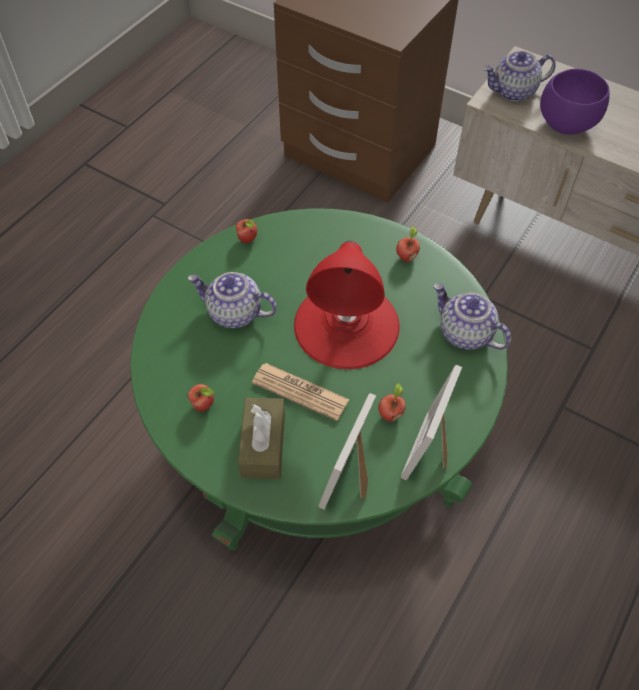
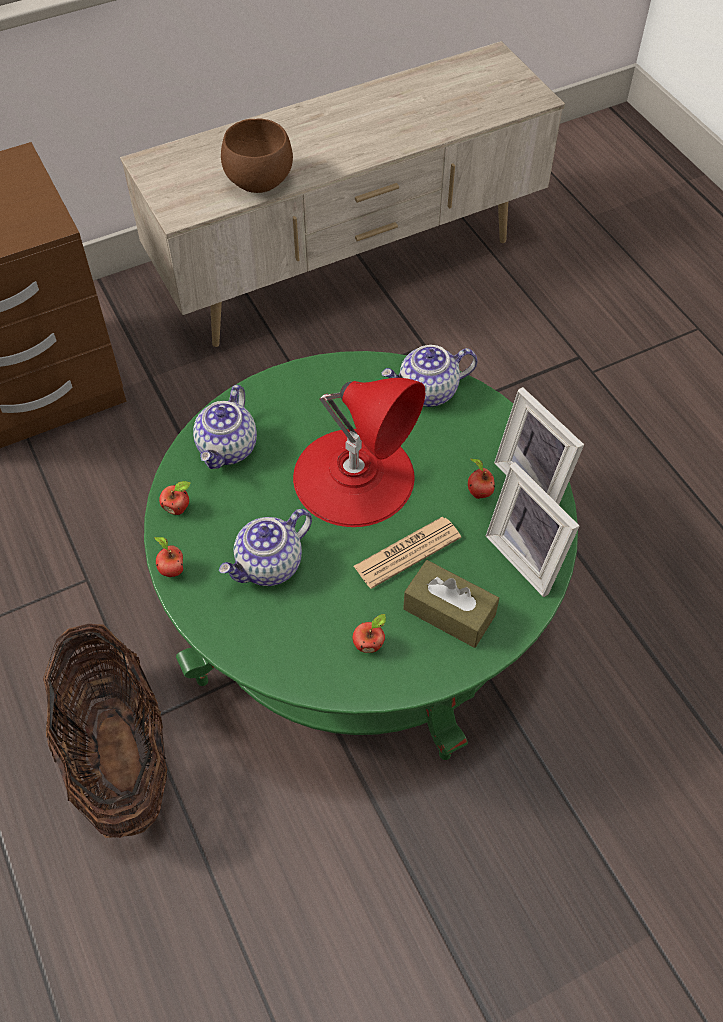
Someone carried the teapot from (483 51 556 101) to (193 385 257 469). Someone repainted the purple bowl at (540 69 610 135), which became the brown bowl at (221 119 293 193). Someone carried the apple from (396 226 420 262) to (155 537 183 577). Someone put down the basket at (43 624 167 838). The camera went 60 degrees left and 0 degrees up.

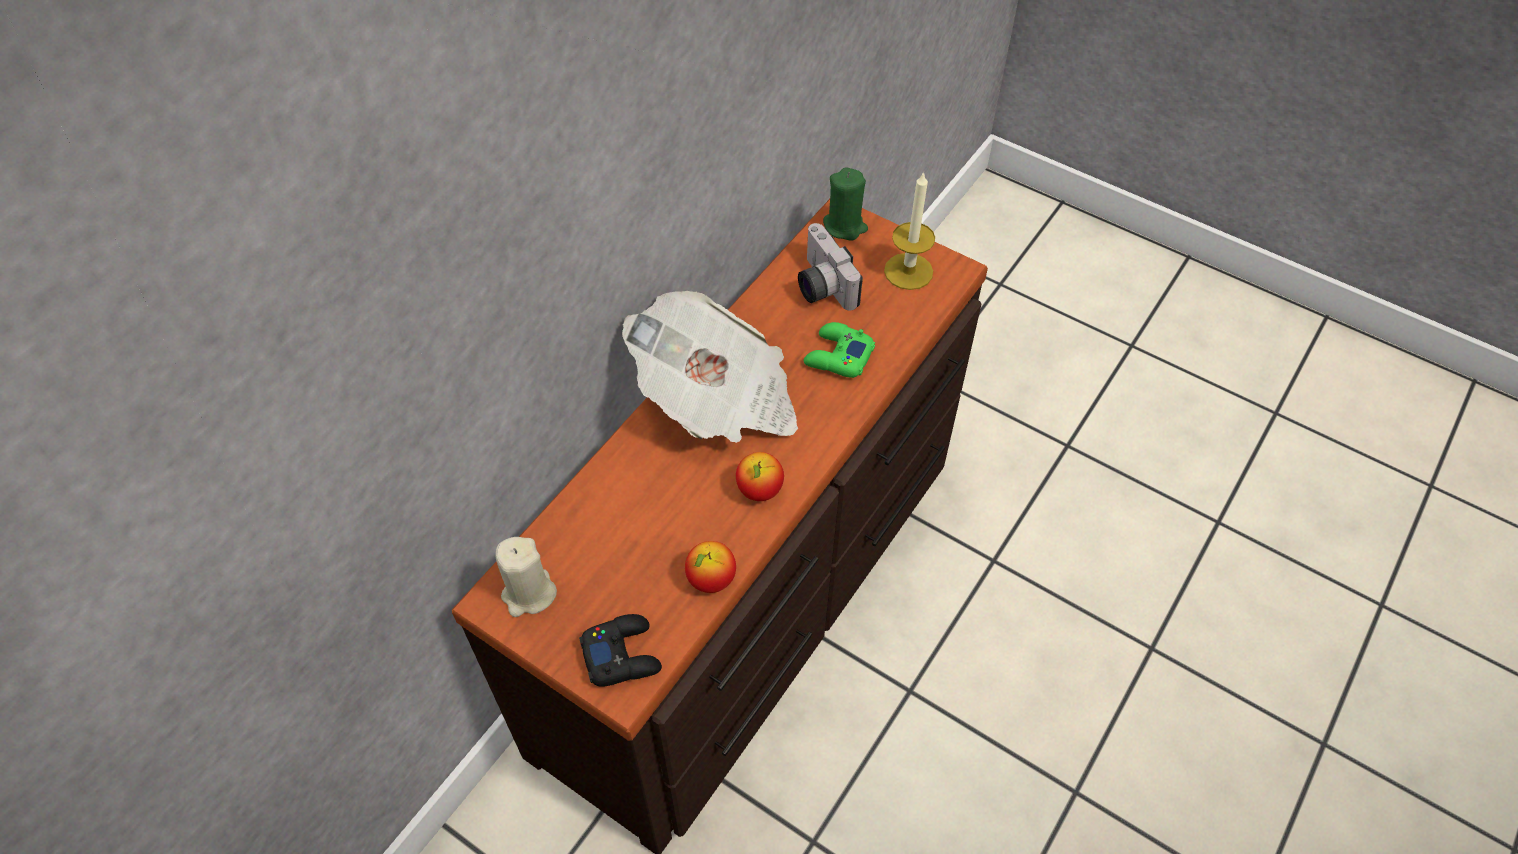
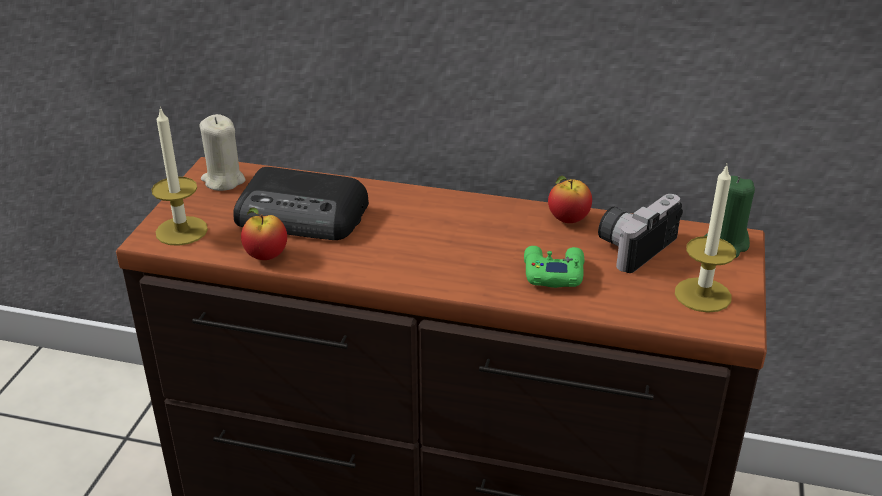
Someone took away the newspaper at (622 291 798 443). Someone carried the apple from (736 452 784 501) to (548 176 592 223). Someone swapped the black game controller at (579 614 662 687) for the candle at (152 106 208 246). Someone put down the radio at (233 167 369 240). The camera went 70 degrees right and 20 degrees down.

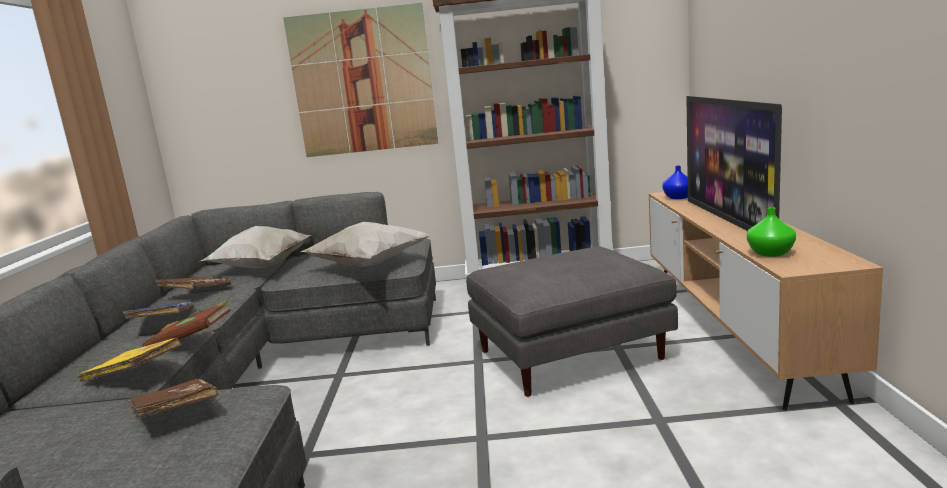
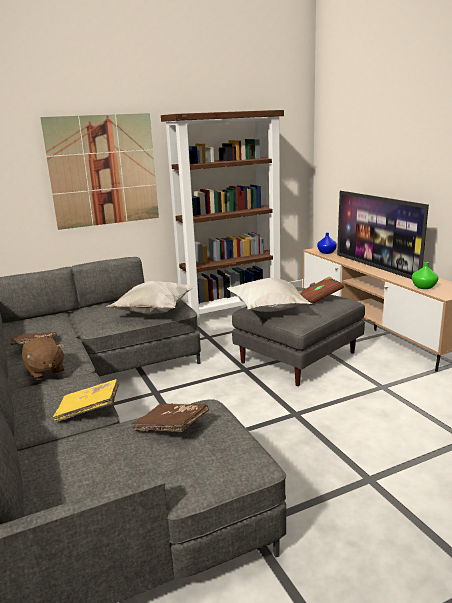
Someone carried the white pillow from (201 226 311 268) to (227 278 312 312). Someone swapped the blue book at (123 301 194 319) for the brown plush toy at (22 337 65 380). Someone carried the brown book from (142 301 231 347) to (299 277 344 305). The camera went 25 degrees left and 5 degrees up.

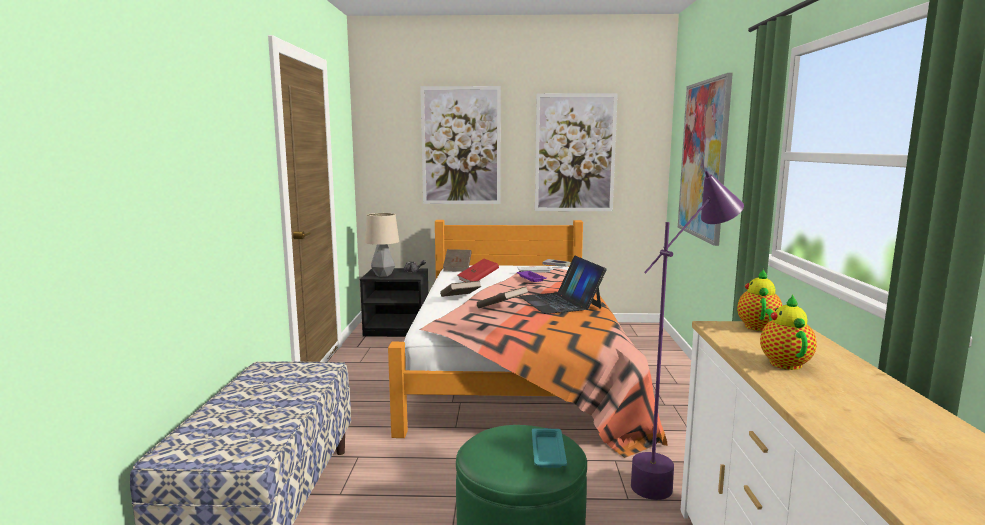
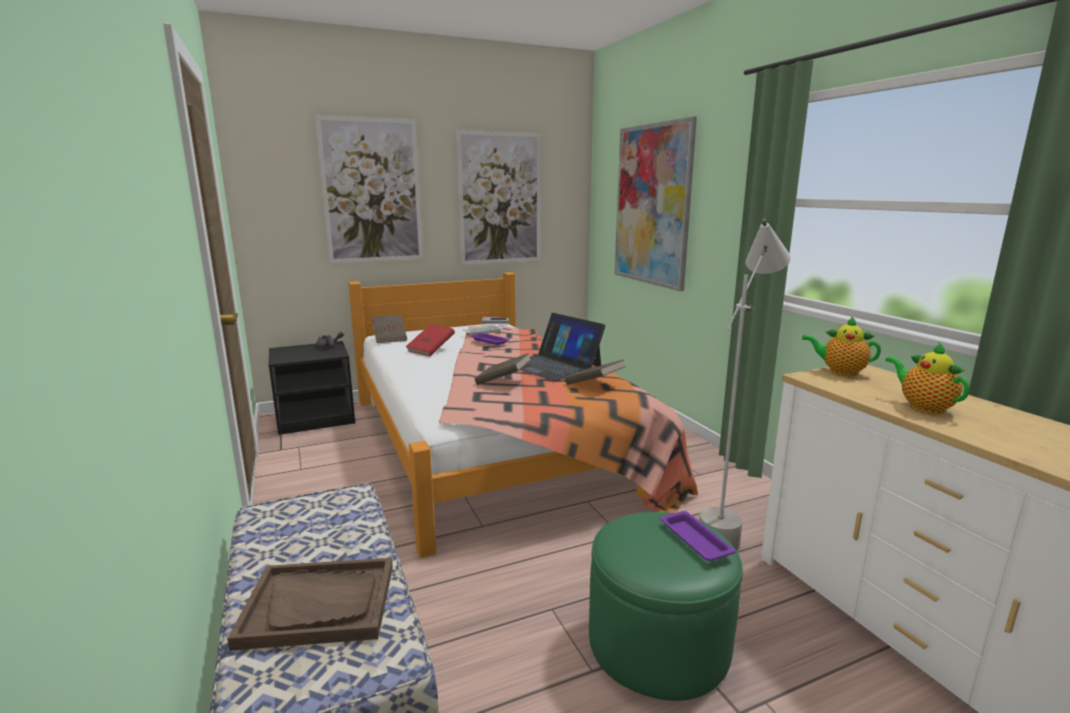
Someone repainted the purple floor lamp at (631 171 744 500), which became the grey floor lamp at (699 219 791 551). Someone took away the table lamp at (365 213 399 277). Someone rotated the teapot at (737 269 783 331) by 60 degrees counterclockwise. Someone carried the brown book from (440 281 481 297) to (565 359 626 385). Someone repainted the turquoise tray at (532 428 567 468), which became the purple tray at (660 511 736 561). Someone put down the brown tray at (227 558 393 651). The camera went 25 degrees left and 5 degrees up.

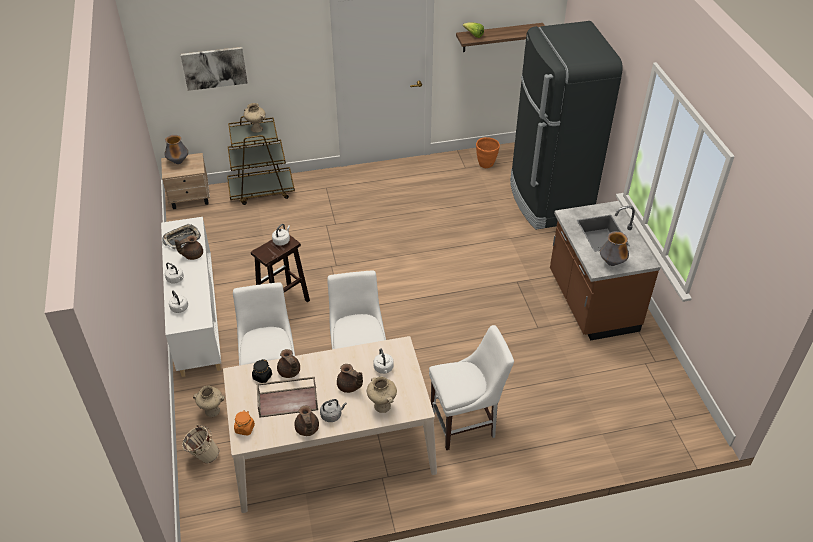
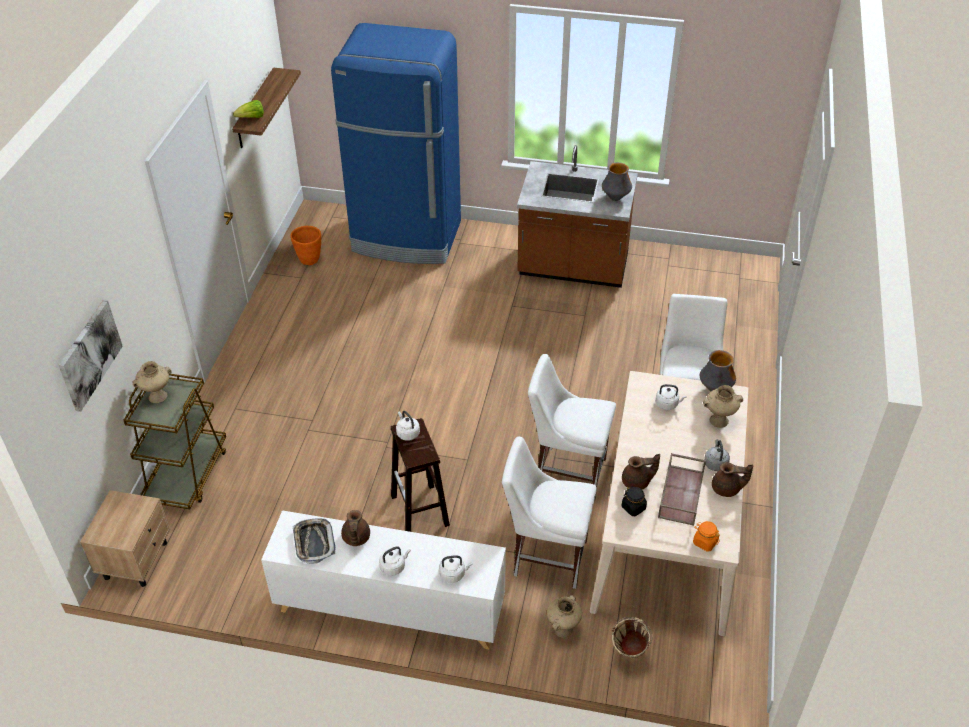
Someone repainted the black fridge at (510 21 623 230), which became the blue fridge at (331 23 461 264). Someone carried the vase from (164 135 188 164) to (700 350 736 391). Someone took away the brown teapot at (337 364 363 393). The camera went 65 degrees left and 0 degrees up.

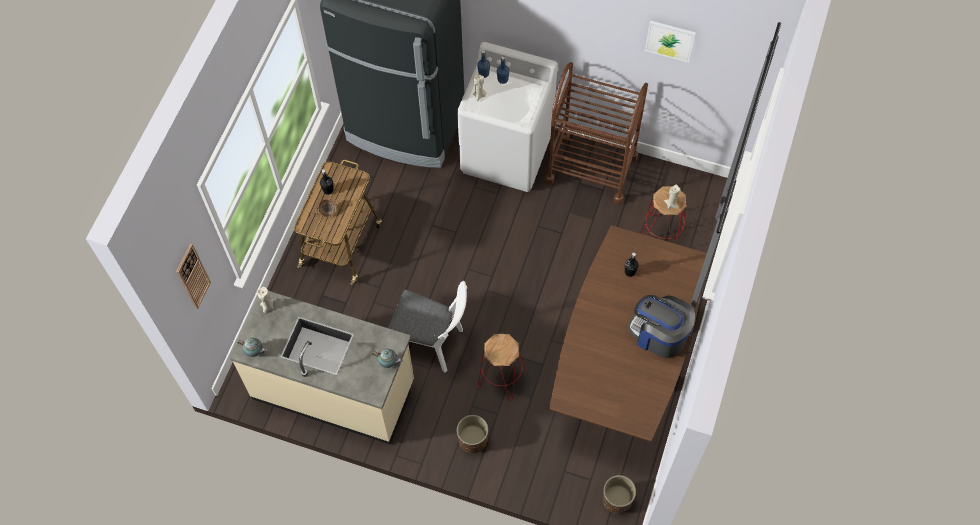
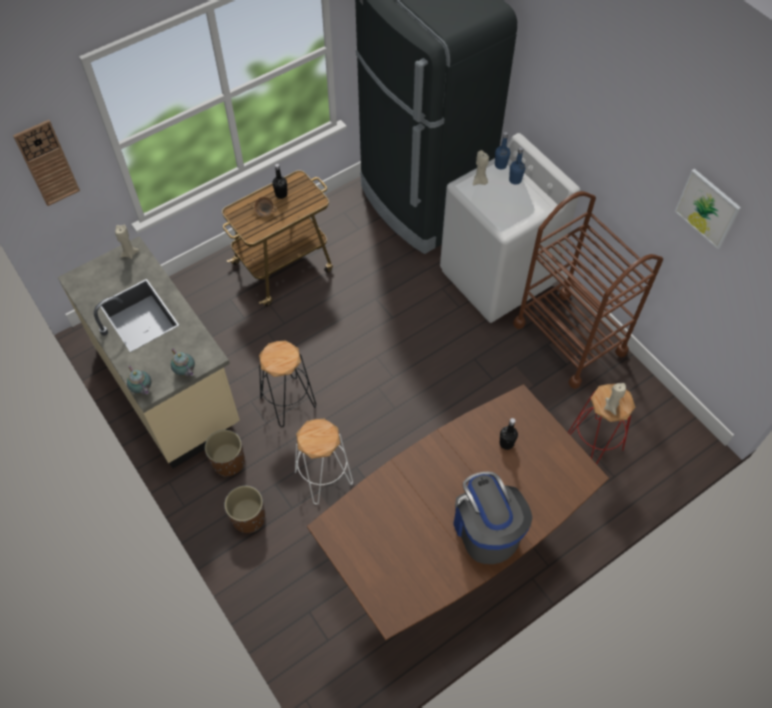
Someone swapped the white chair at (388 281 467 373) for the black stool at (259 341 316 427). Someone repainted the red stool at (478 334 525 400), which became the white stool at (295 419 353 505). Someone carried the teapot from (238 338 267 357) to (127 366 151 395). Someone carried the brown planter from (603 475 636 514) to (205 430 245 476). The camera went 35 degrees right and 5 degrees down.

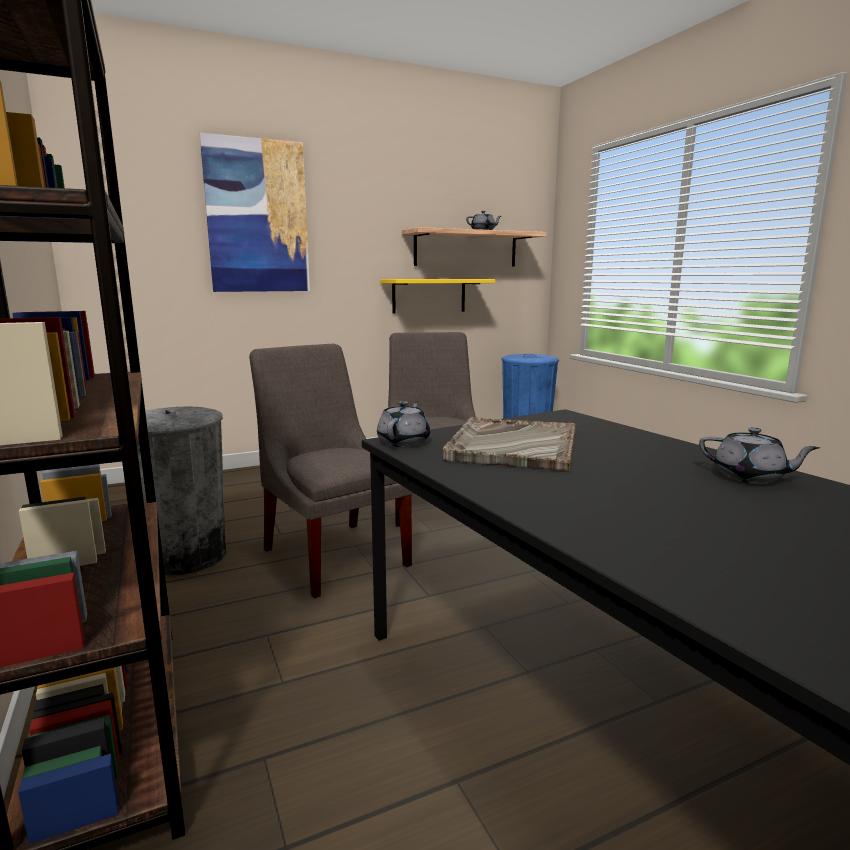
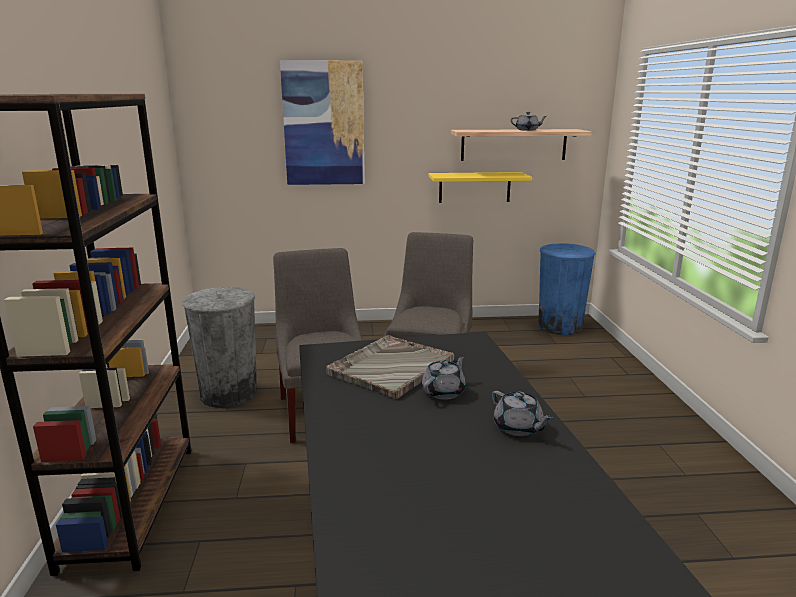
Someone carried the grey teapot from (377 401 430 447) to (421 355 466 400). The camera went 20 degrees right and 5 degrees up.

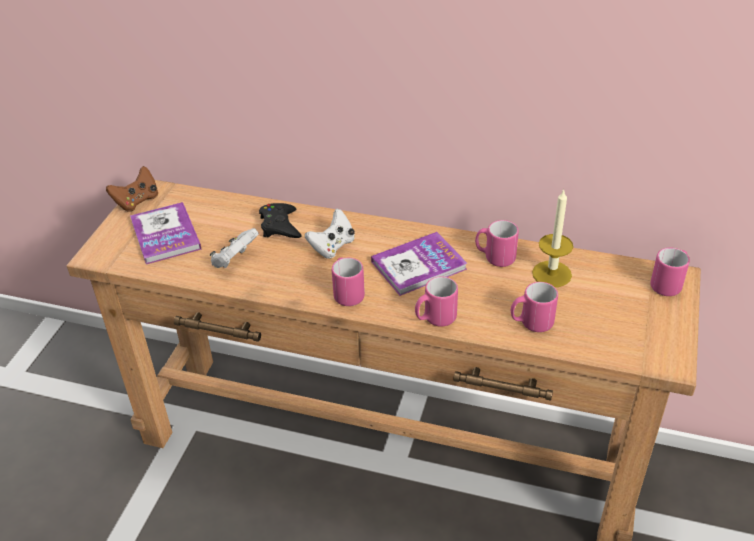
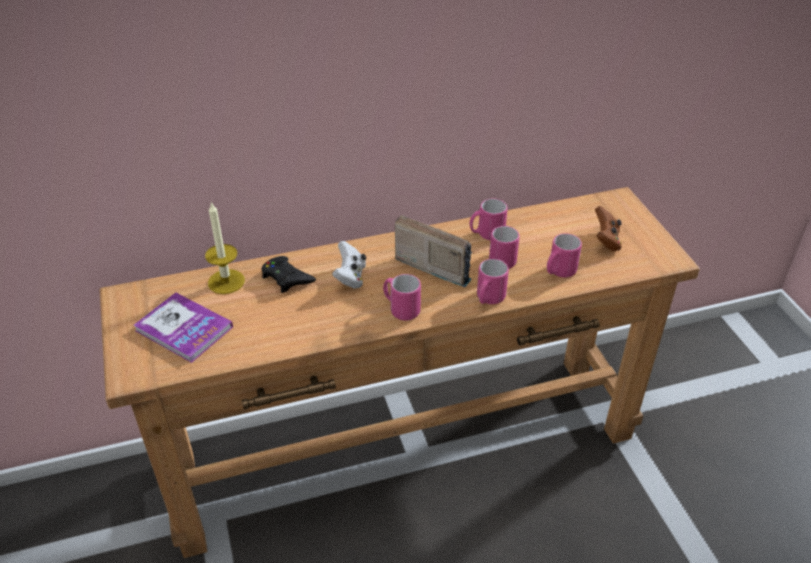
Someone carried the brown game controller from (106 166 158 212) to (595 206 622 251). Someone carried the candle from (532 190 573 287) to (205 202 245 294). Someone took away the white game controller at (210 228 259 268). Someone swapped the book at (371 232 467 296) for the radio at (395 215 472 287). Someone carried the pink mug from (650 248 690 296) to (489 226 520 269). The camera went 35 degrees left and 0 degrees up.

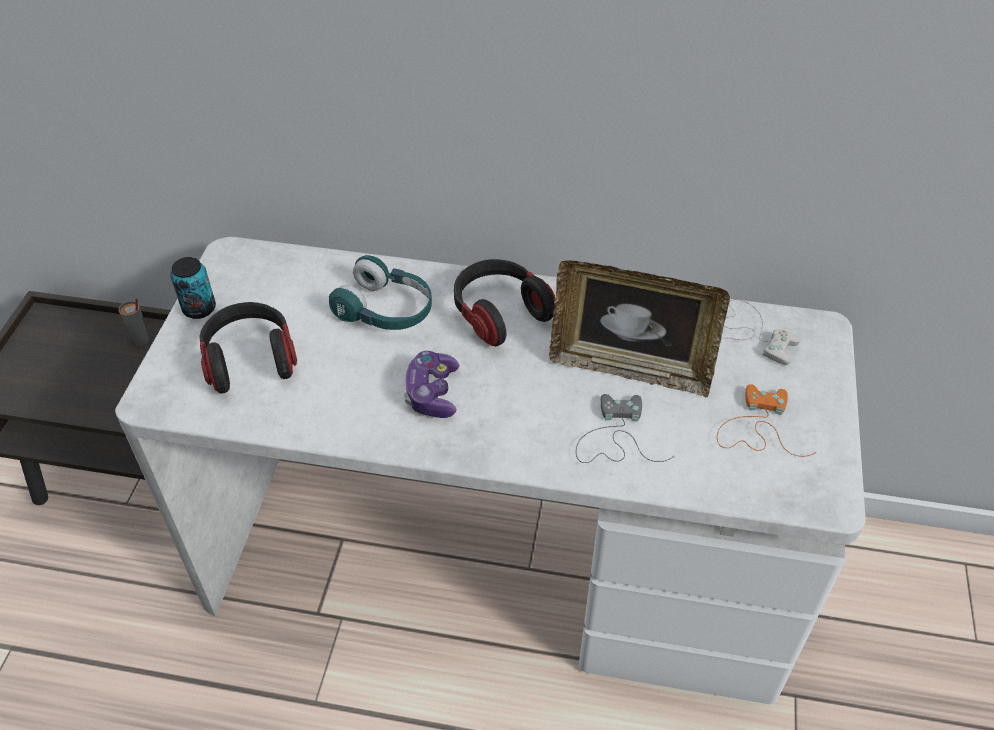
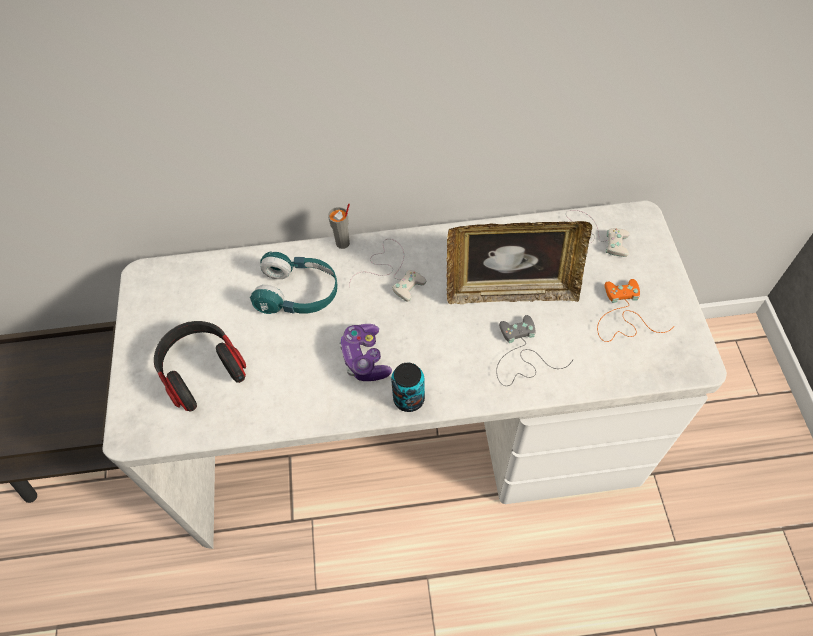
Someone carried the can from (171 257 216 319) to (391 363 425 412). Someone swapped the headphones at (454 259 555 346) for the white game controller at (349 239 426 301). Someone carried the grey cup from (118 299 149 346) to (328 204 350 249). The camera went 15 degrees left and 10 degrees up.

